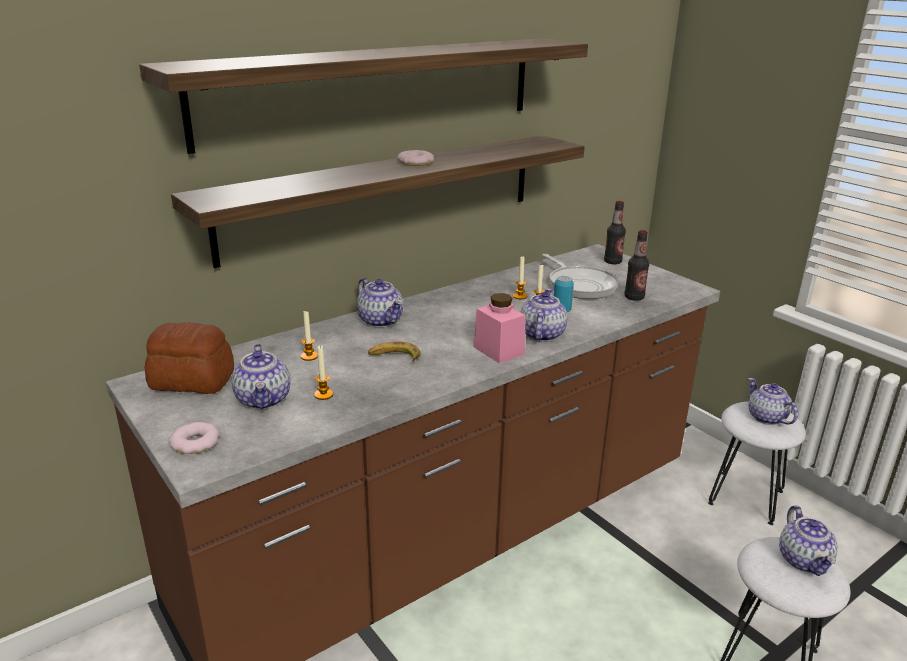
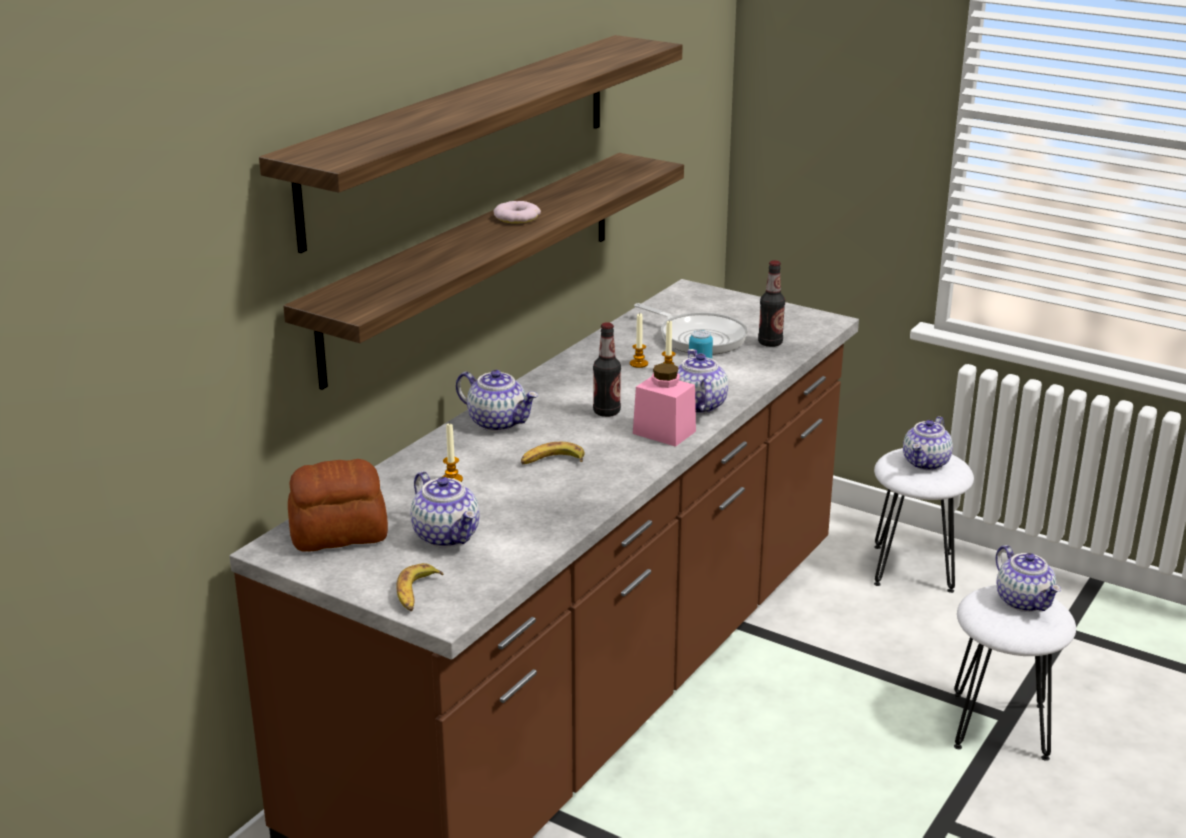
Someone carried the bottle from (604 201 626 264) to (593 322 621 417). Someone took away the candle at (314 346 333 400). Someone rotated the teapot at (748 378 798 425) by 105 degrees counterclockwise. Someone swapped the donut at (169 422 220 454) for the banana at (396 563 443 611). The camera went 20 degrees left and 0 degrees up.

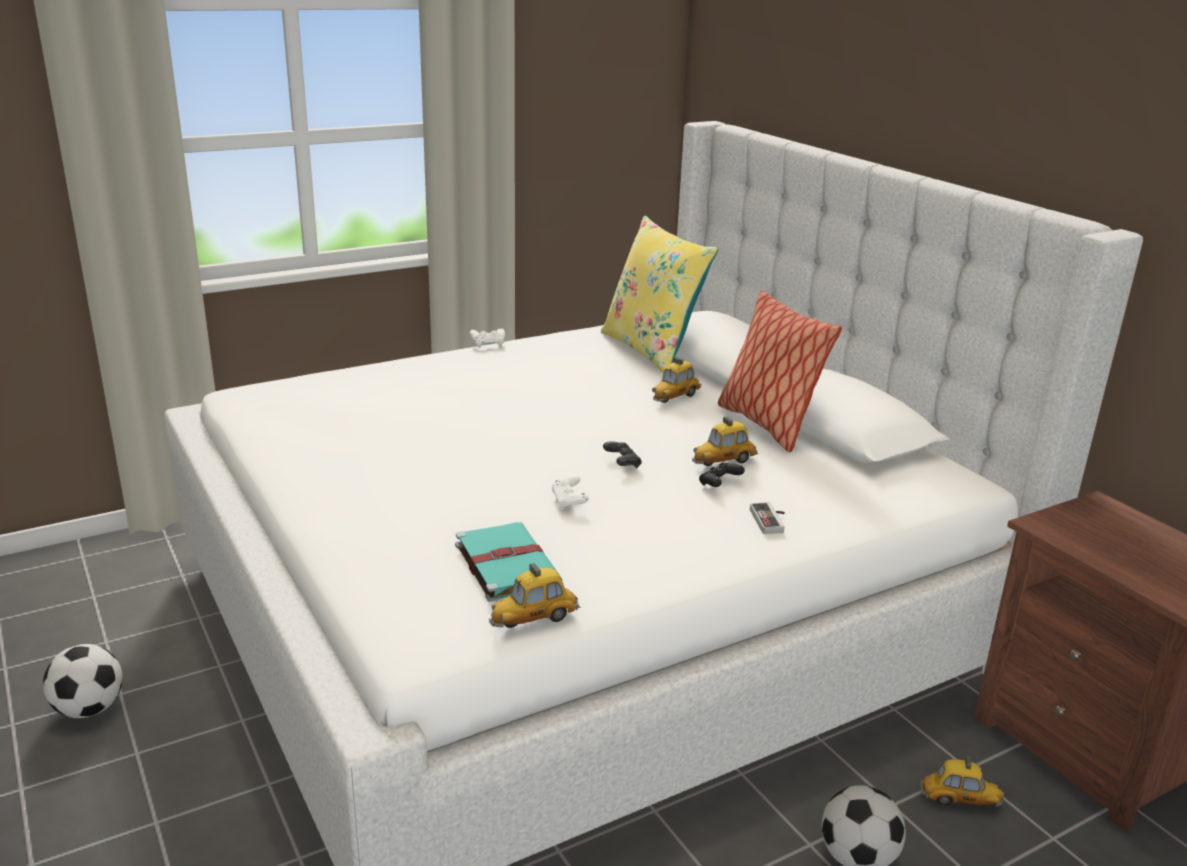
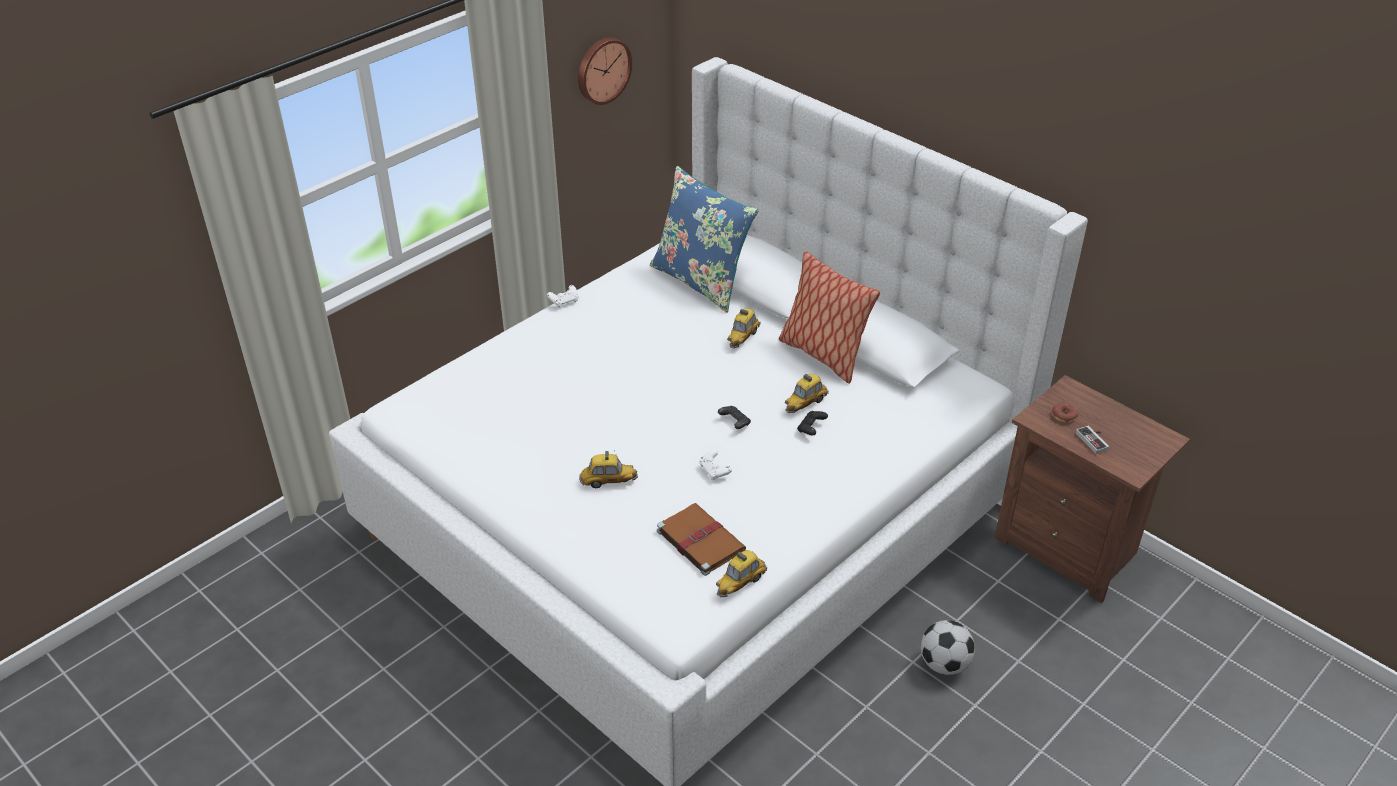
Someone repainted the yellow pillow at (601 216 718 374), which became the blue pillow at (650 166 759 313). Someone carried the game controller from (750 502 785 534) to (1076 426 1109 454). Someone repainted the turquoise book at (455 522 563 602), which became the brown book at (657 503 746 576). Someone took away the football at (43 644 122 718). Someone carried the toy car from (920 756 1004 806) to (579 450 638 488). Someone put up the wall clock at (578 37 632 105). Someone put down the donut at (1052 402 1078 422). The camera went 15 degrees left and 15 degrees up.

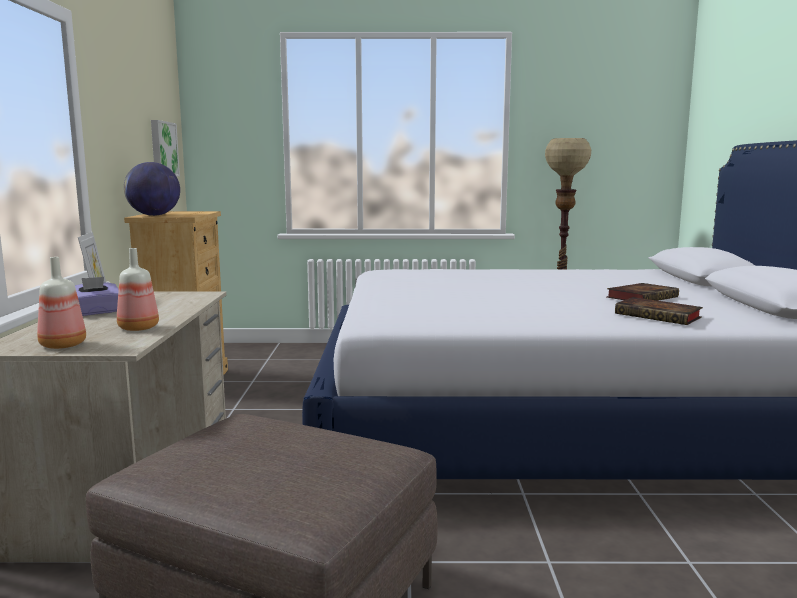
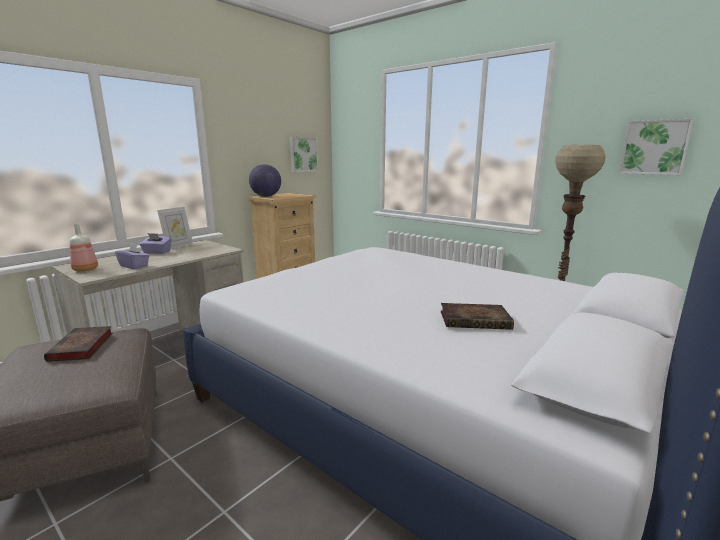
Someone swapped the bottle at (117 248 159 331) for the purple tissue box at (115 244 149 269). Someone carried the book from (615 297 703 325) to (44 326 113 362). Someone put up the picture at (619 119 694 175). The camera went 40 degrees right and 5 degrees up.

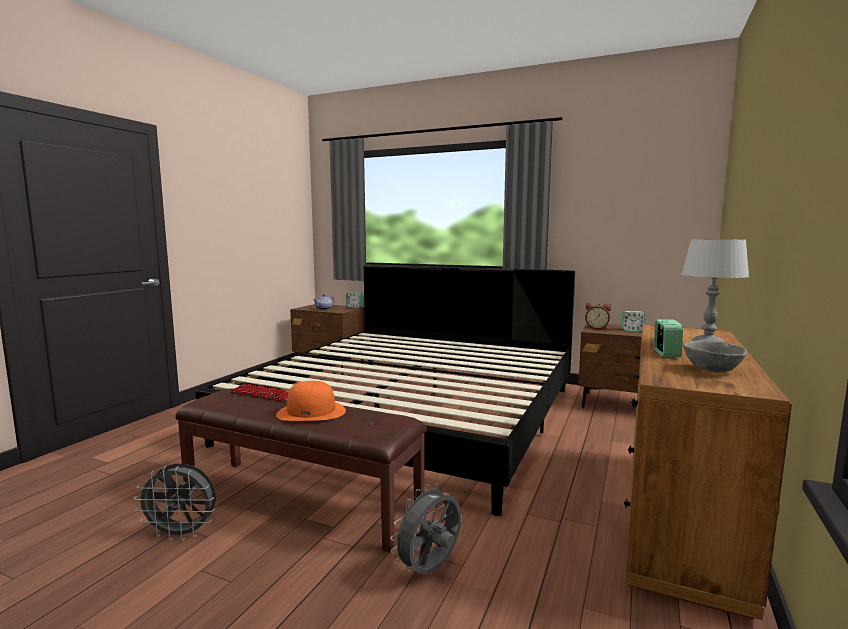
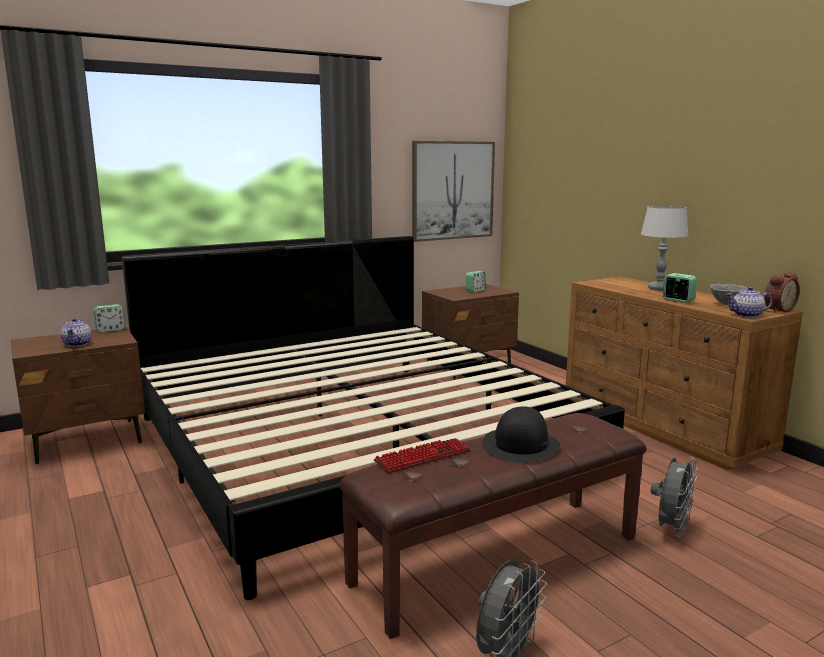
Someone carried the alarm clock from (585 303 611 329) to (764 272 800 313). Someone repainted the orange hat at (276 381 346 421), which became the black hat at (482 406 560 463). Someone rotated the grey fan at (390 483 461 574) by 135 degrees counterclockwise. Someone put up the picture at (412 141 495 242). Someone put down the teapot at (725 287 773 318). The camera went 55 degrees left and 5 degrees up.

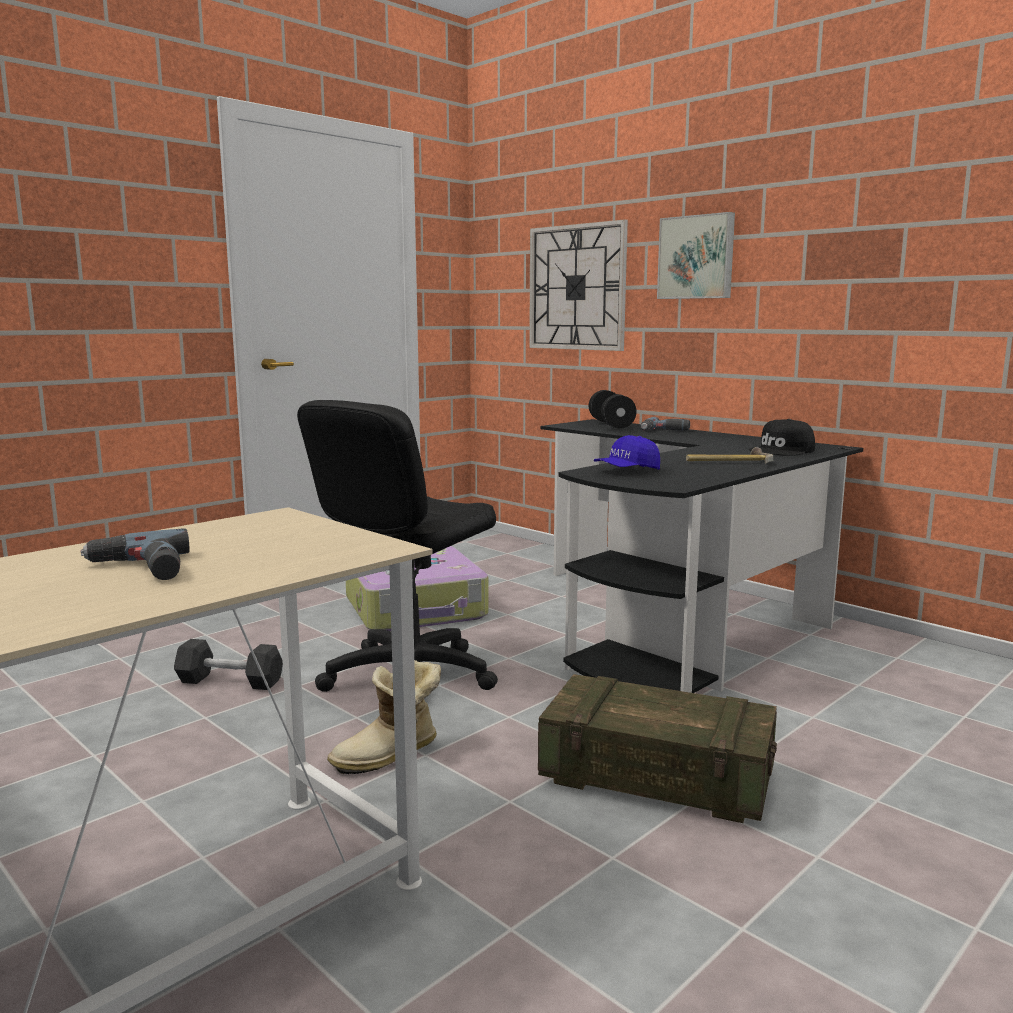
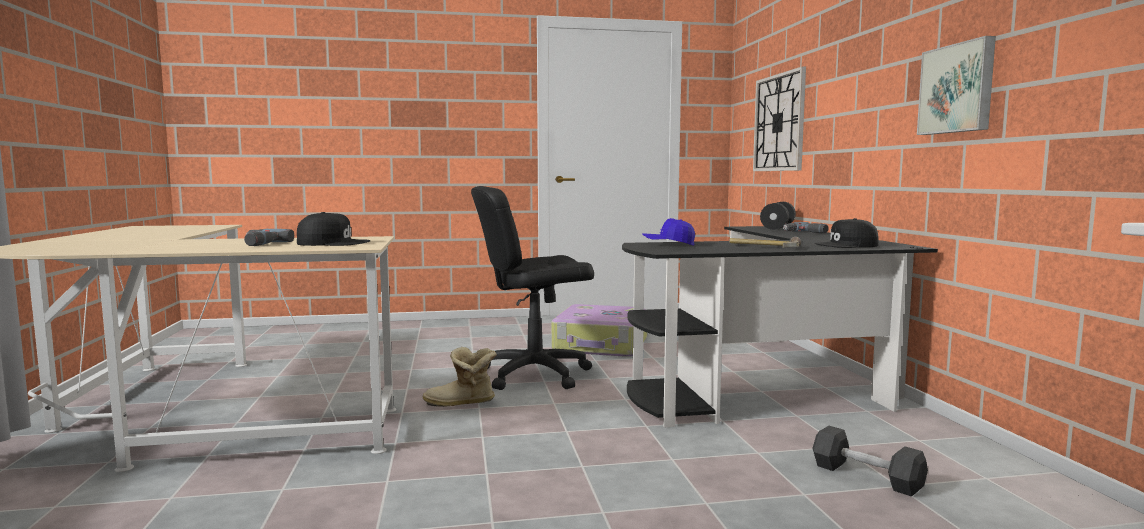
Someone carried the picture from (657 212 735 299) to (917 36 996 135). Someone carried the black dumbbell from (174 639 283 690) to (812 426 928 497). Someone took away the crate at (538 674 777 823). Someone put down the black cap at (297 212 370 246). The camera went 35 degrees right and 5 degrees down.

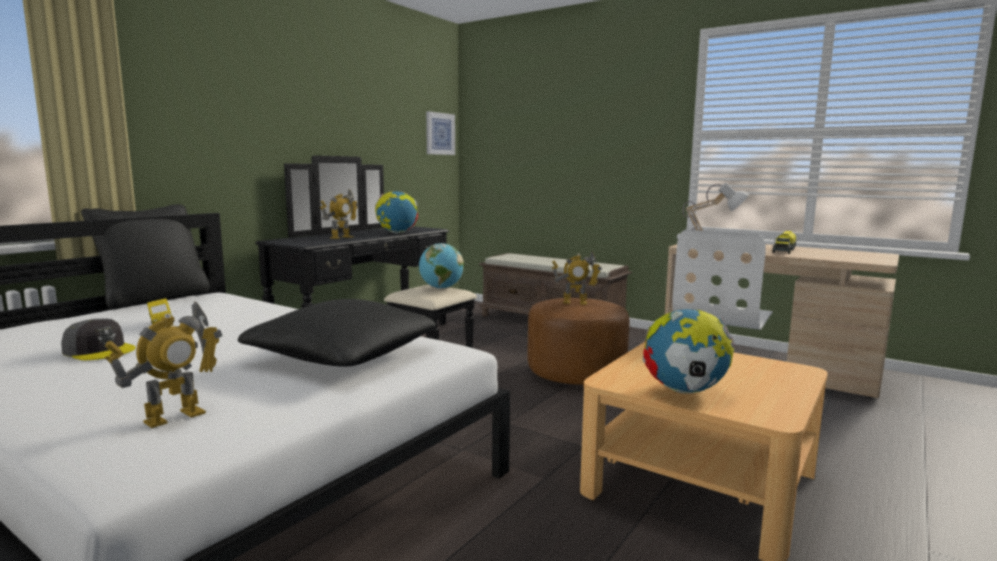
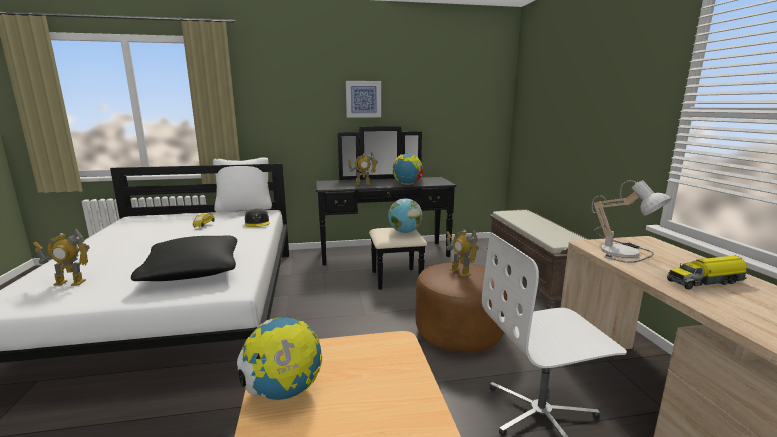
Someone carried the picture from (426 111 455 155) to (346 81 381 118). Someone repainted the black pillow at (81 204 210 310), which became the white pillow at (213 157 272 212). Someone carried the grey cap from (61 319 136 360) to (245 208 269 227). The camera went 45 degrees right and 5 degrees up.

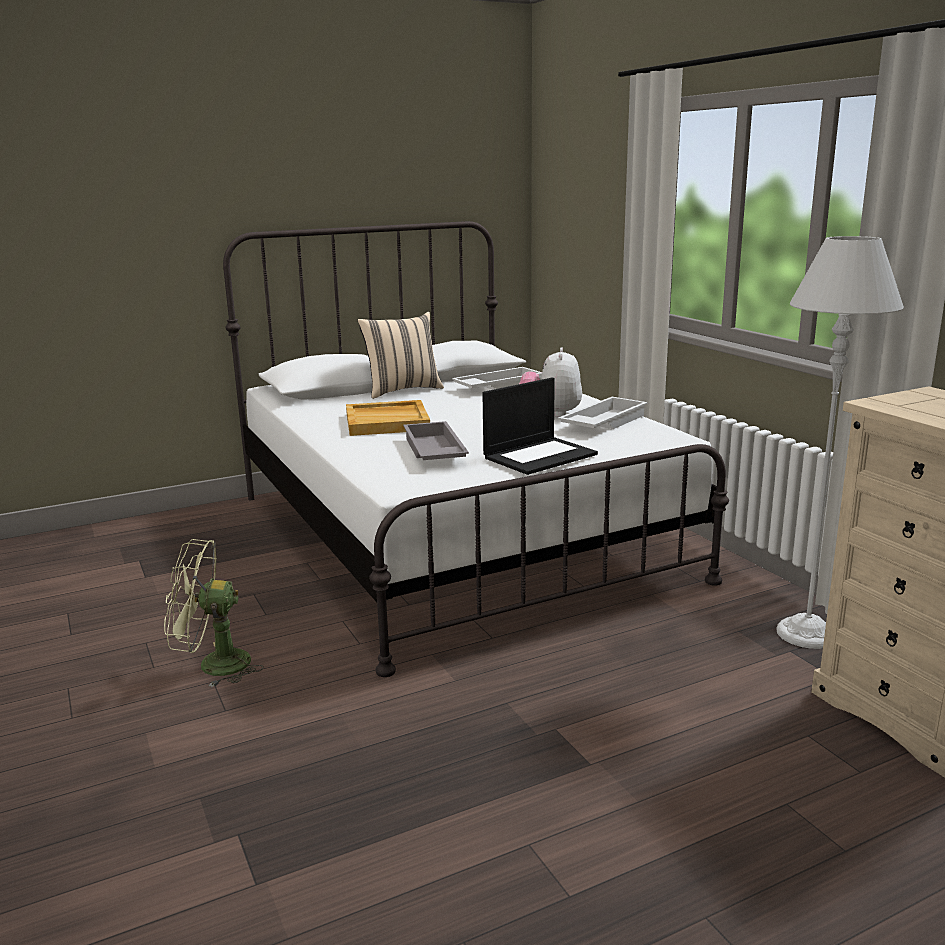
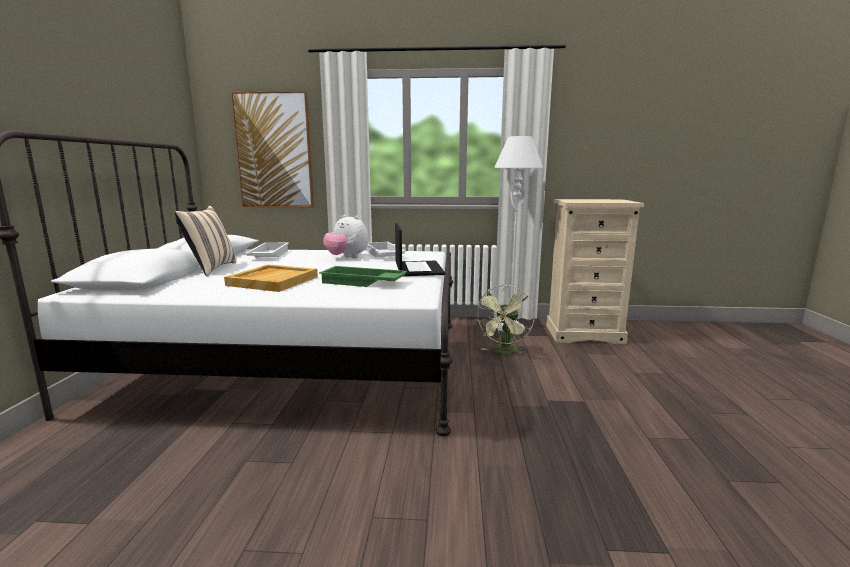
Someone repainted the grey tray at (403 421 469 460), which became the green tray at (319 266 408 287). Someone carried the green fan from (164 539 264 687) to (475 285 535 356). Someone put up the picture at (231 91 314 207). The camera went 60 degrees left and 5 degrees down.

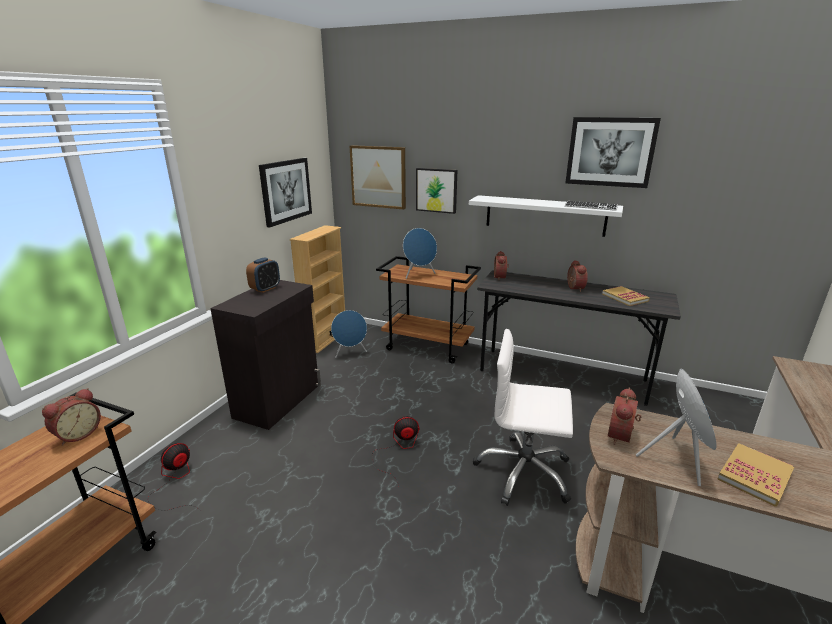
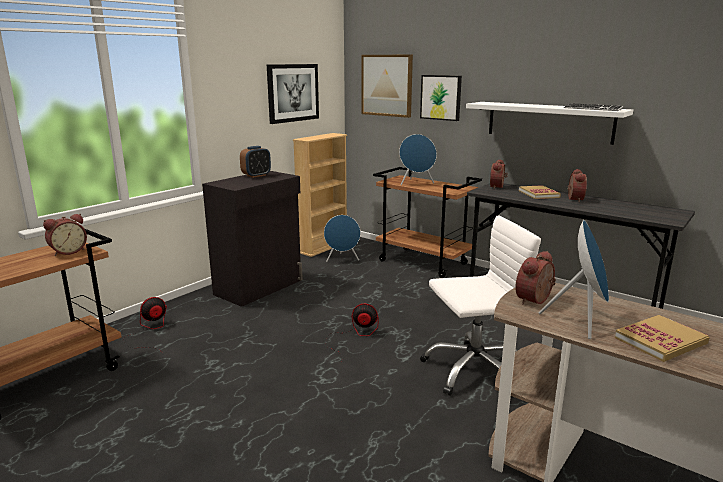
Someone took away the picture at (565 117 661 188). Someone carried the book from (602 286 650 306) to (519 185 561 199). Someone rotated the white office chair at (473 329 573 506) by 135 degrees clockwise. The camera went 15 degrees right and 5 degrees down.

